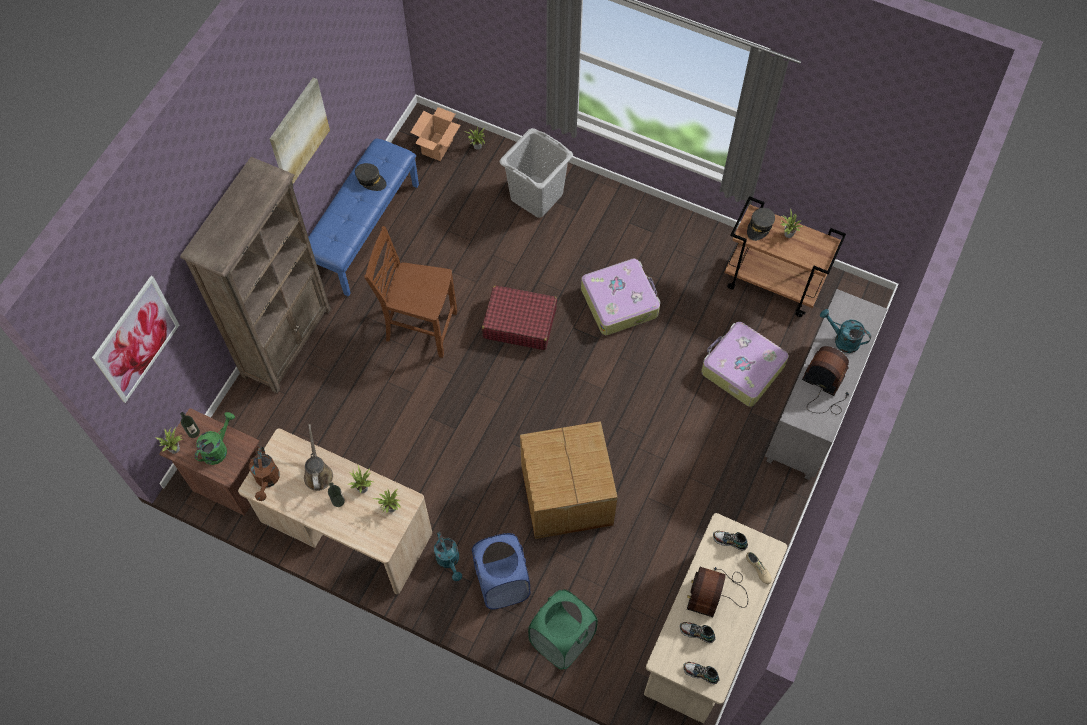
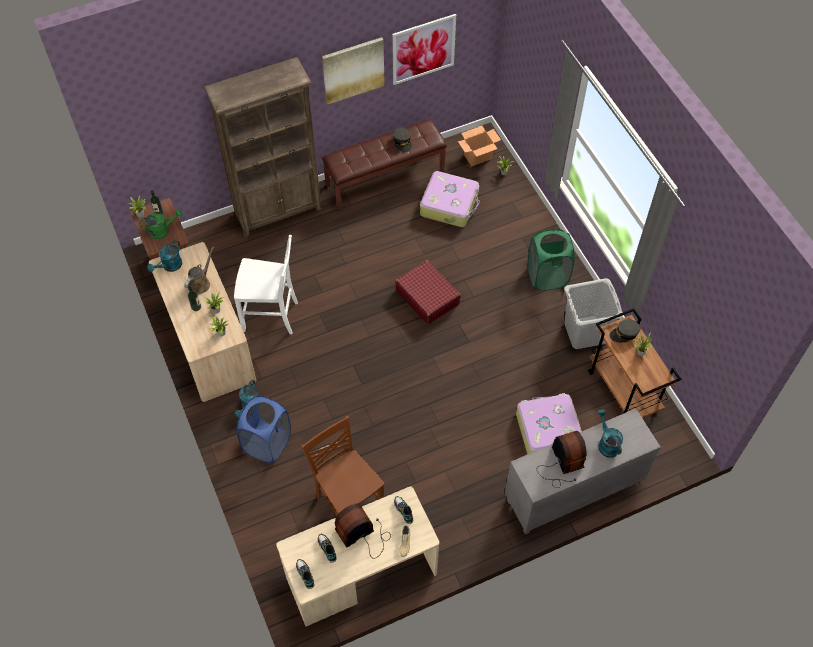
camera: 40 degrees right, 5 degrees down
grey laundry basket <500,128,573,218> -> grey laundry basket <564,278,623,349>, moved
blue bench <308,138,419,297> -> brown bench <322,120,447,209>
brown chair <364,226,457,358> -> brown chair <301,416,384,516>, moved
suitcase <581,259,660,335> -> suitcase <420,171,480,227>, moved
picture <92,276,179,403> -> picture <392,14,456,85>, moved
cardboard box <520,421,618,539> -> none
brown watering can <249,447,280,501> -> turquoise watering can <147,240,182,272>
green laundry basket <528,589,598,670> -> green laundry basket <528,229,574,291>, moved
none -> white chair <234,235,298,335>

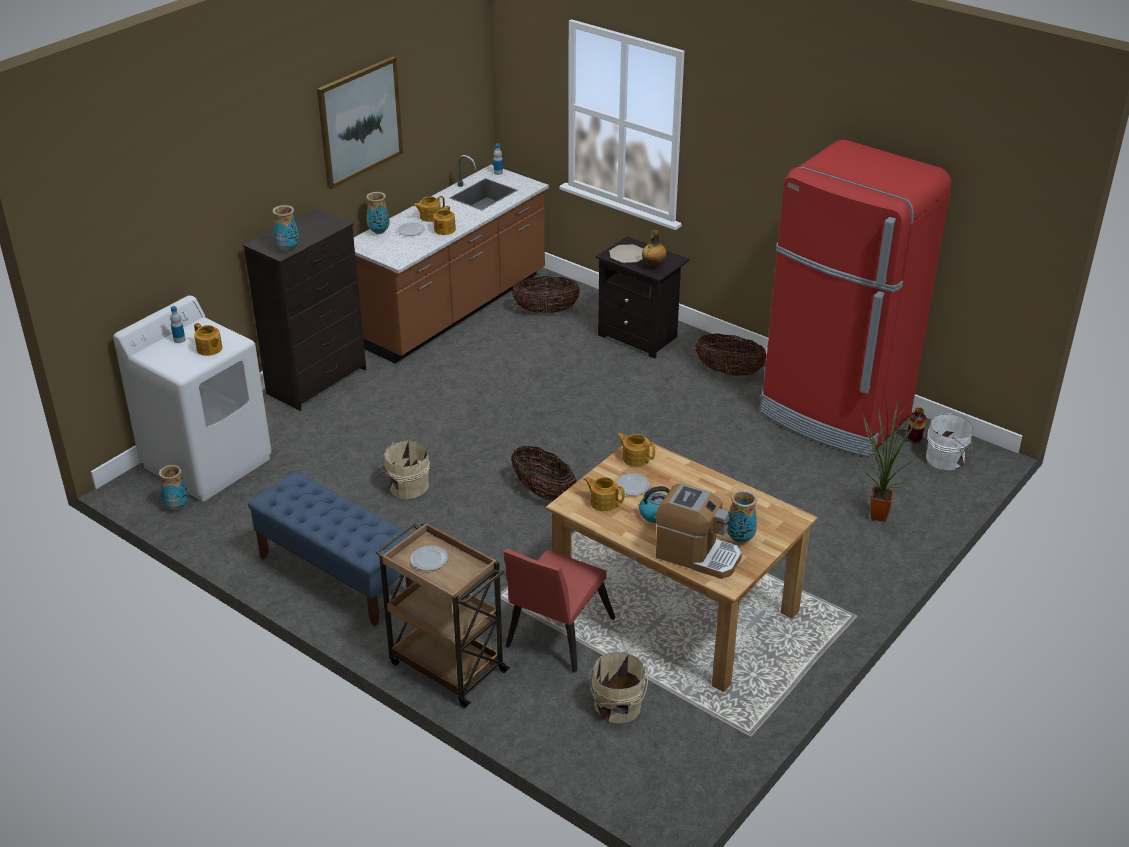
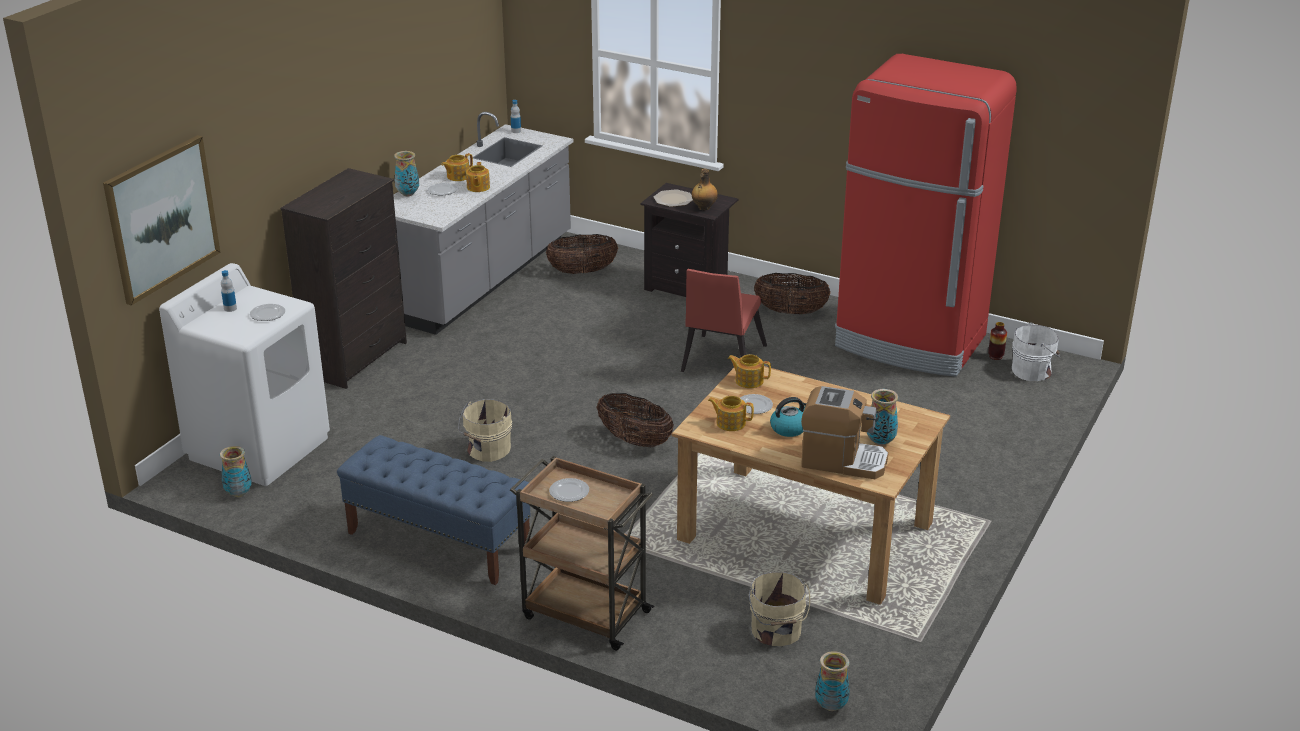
camera: 10 degrees left, 5 degrees down
picture <317,56,403,189> -> picture <103,135,221,305>, moved
brown counter <354,155,549,363> -> grey counter <393,112,573,335>
vase <272,205,299,252> -> vase <815,651,850,711>, moved
teapot <194,323,222,356> -> plate <250,304,285,321>
potted plant <853,396,926,522> -> none
red chair <504,549,616,672> -> red chair <681,269,767,372>, moved

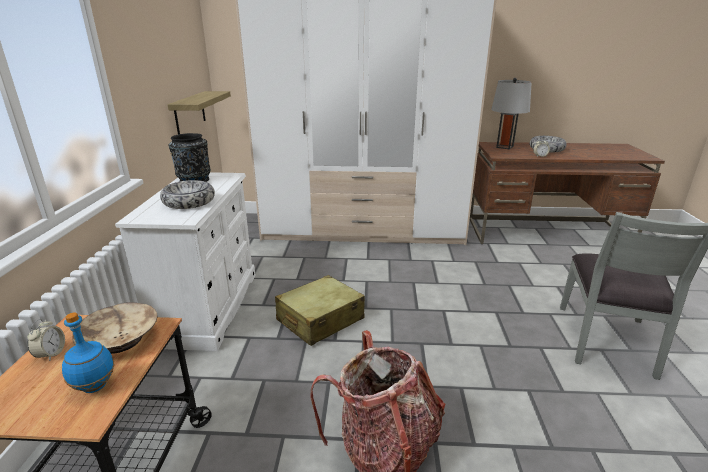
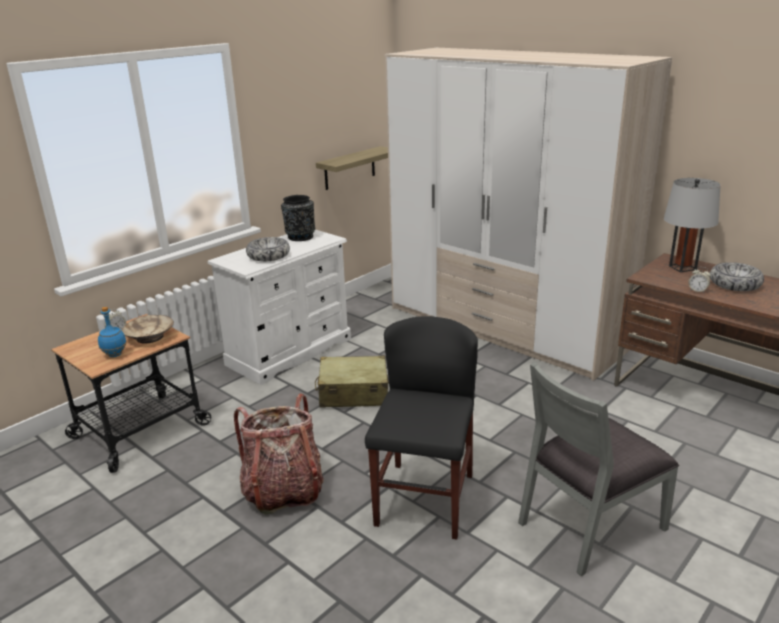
camera: 40 degrees right, 0 degrees up
none -> black chair <365,316,478,540>

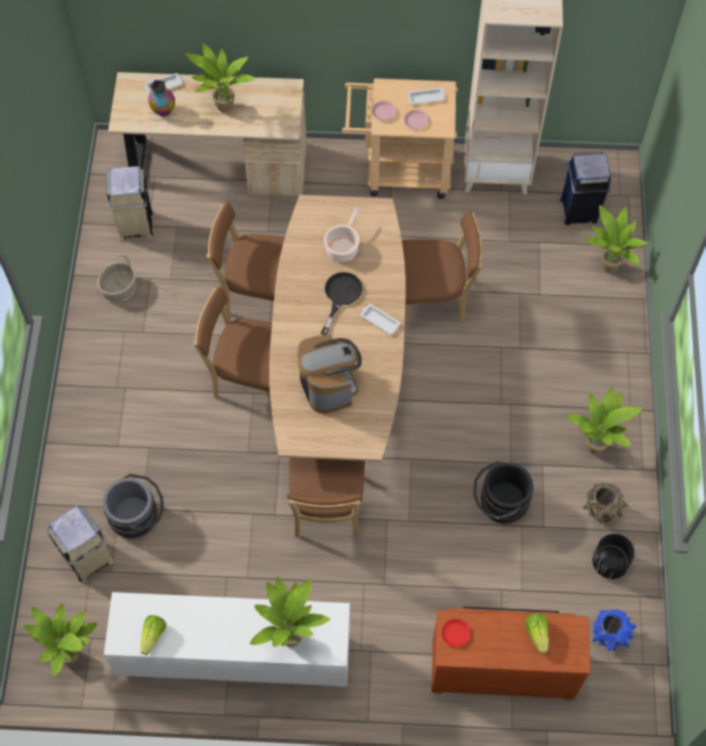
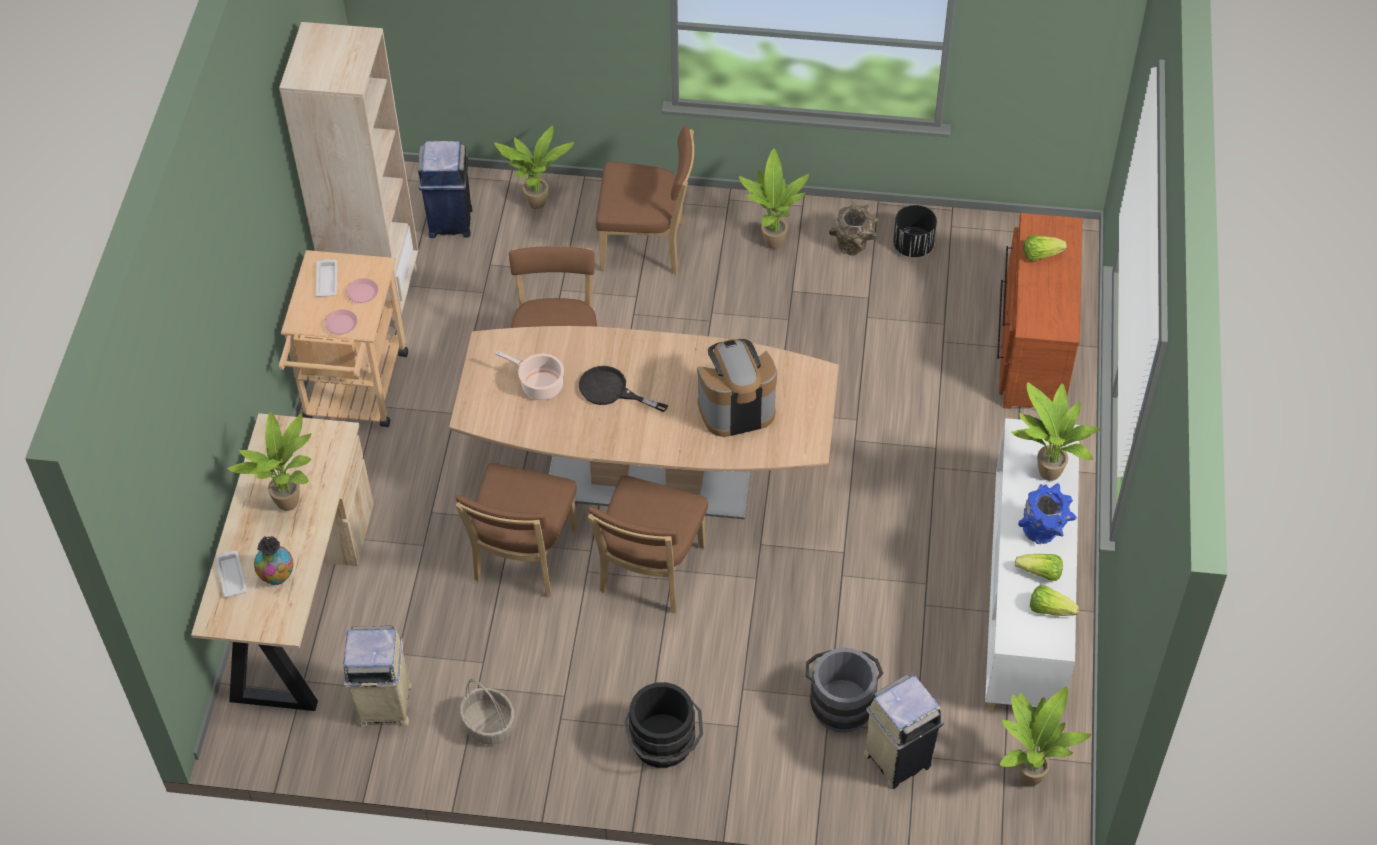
camera: 85 degrees left, 10 degrees down
white tray <360,304,401,335> -> none
brown chair <287,458,365,538> -> brown chair <596,125,694,274>, moved
black bucket <473,461,533,524> -> black bucket <624,682,703,768>, moved
blue vase <592,609,636,651> -> blue vase <1018,483,1077,544>, moved
red plate <441,619,471,647> -> none
none -> lettuce <1015,554,1063,581>

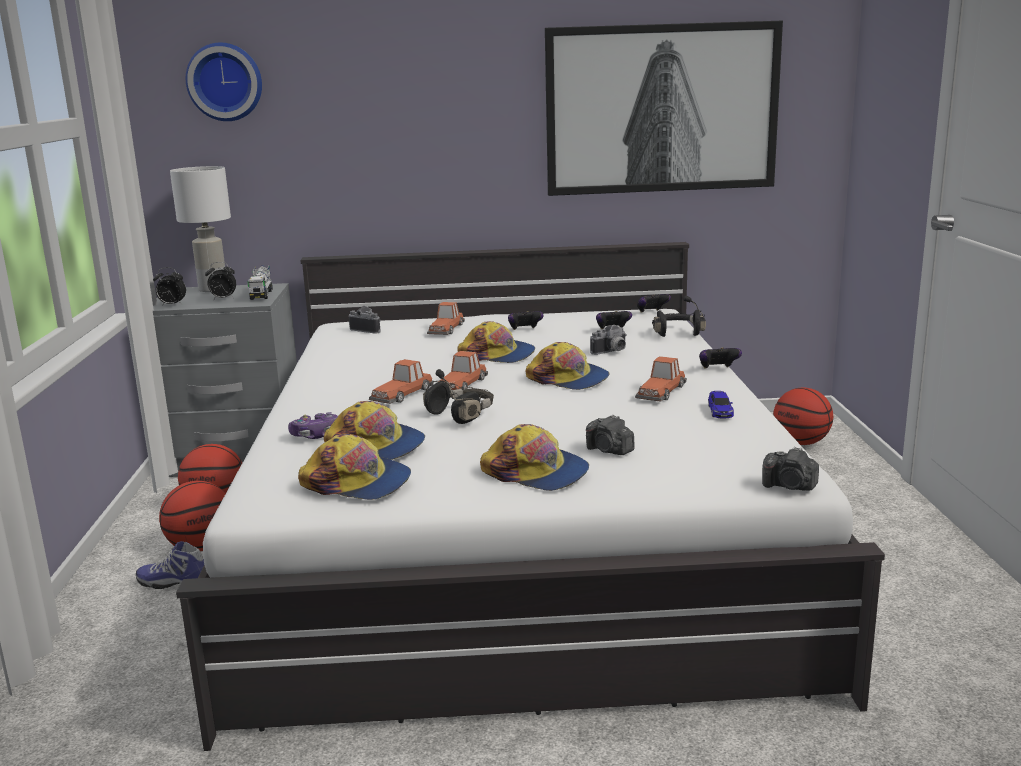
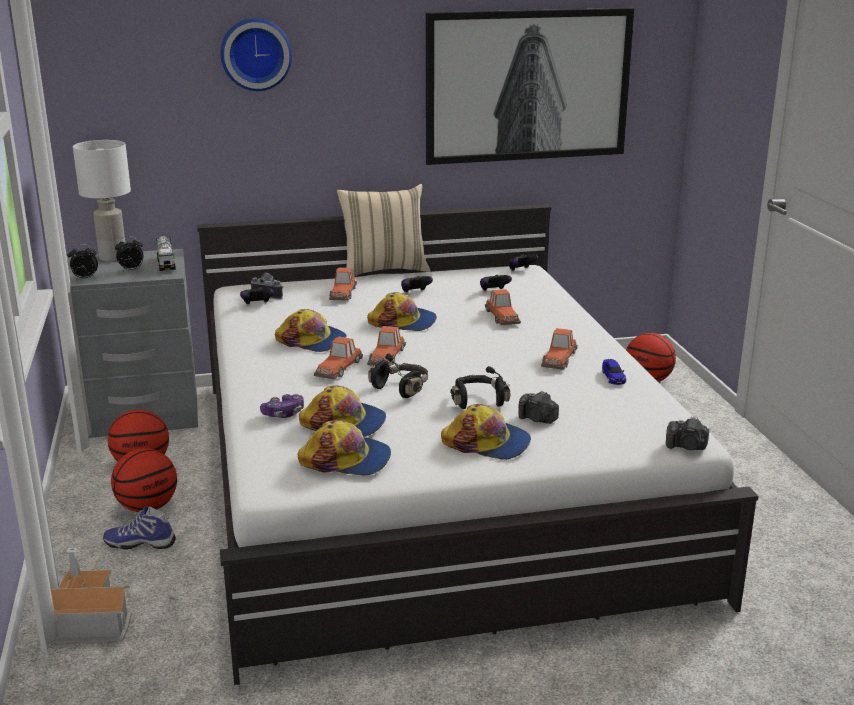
camera: 10 degrees left, 5 degrees up
wall clock <186,43,262,121> -> wall clock <221,18,292,91>, moved
black headphones <652,296,706,337> -> black headphones <450,366,510,409>, moved
photo camera <590,325,627,355> -> toy car <485,289,521,325>
cap <525,342,609,390> -> cap <275,309,347,352>, moved
game controller <699,347,742,369> -> game controller <240,287,274,304>, moved
none -> beige pillow <337,184,431,277>
none -> toy house <51,548,131,643>

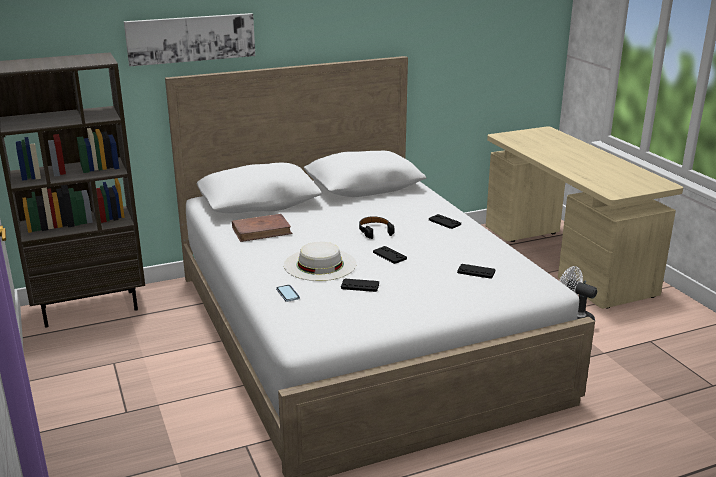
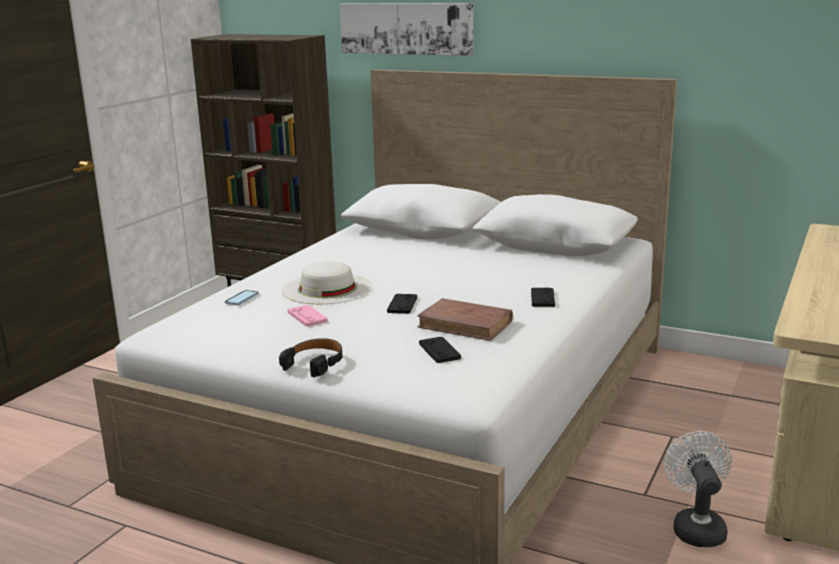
camera: 50 degrees right, 5 degrees down
brown book <232,214,293,242> -> brown book <417,298,513,341>, moved
black headphones <359,216,395,239> -> black headphones <279,338,343,377>, moved
black game controller <341,279,379,292> -> pink game controller <288,305,327,327>

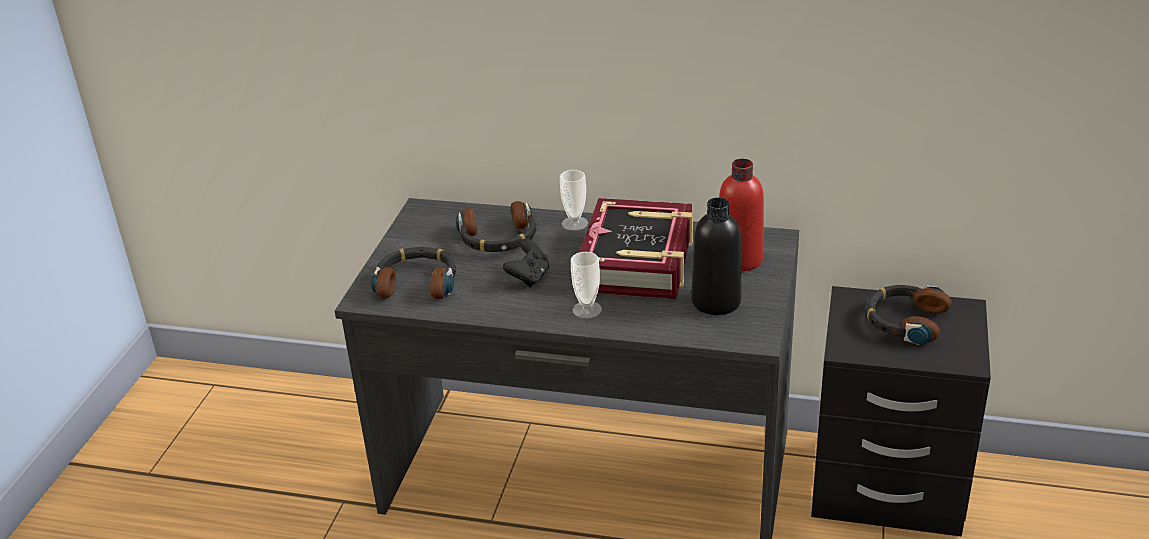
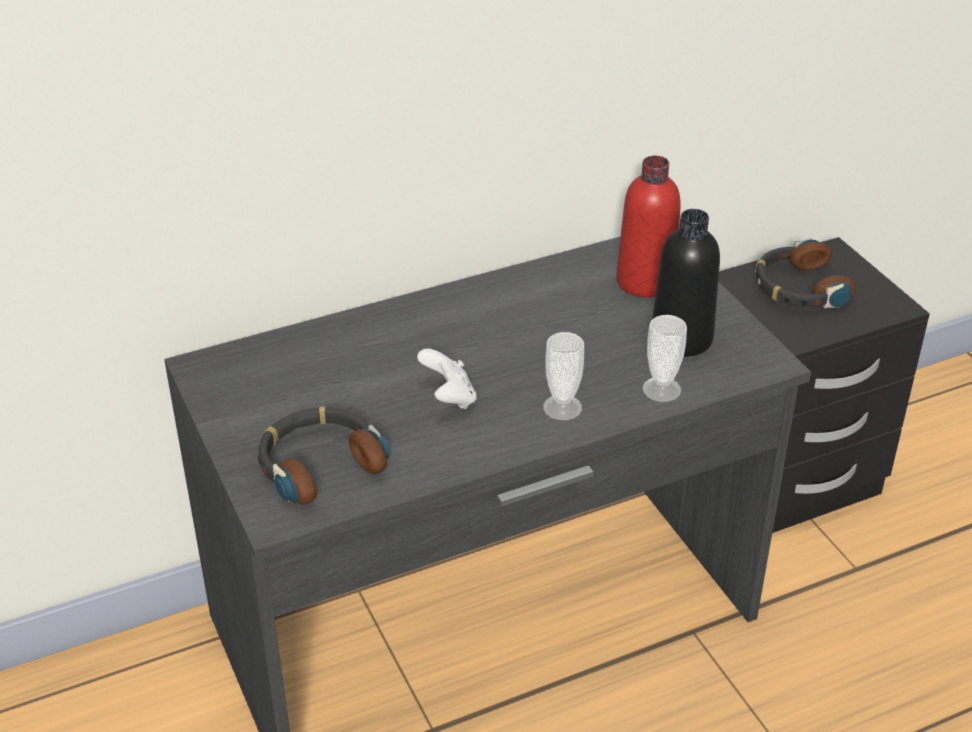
camera: 40 degrees left, 5 degrees up
cup <560,170,588,231> -> cup <642,315,687,402>, moved
book <580,198,693,299> -> none
headphones <456,201,536,252> -> none
black game controller <503,239,549,288> -> white game controller <417,348,477,409>

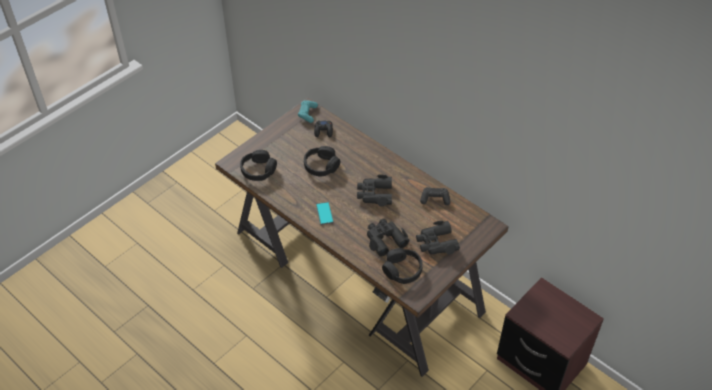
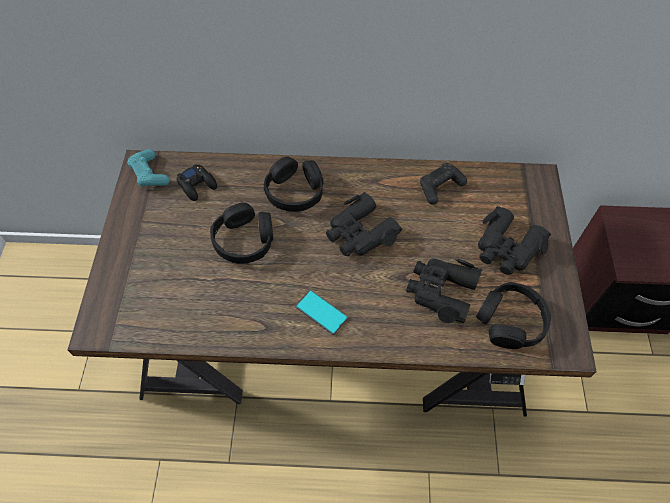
camera: 40 degrees left, 10 degrees up
black headphones <240,150,277,181> -> black headphones <264,156,323,212>, moved

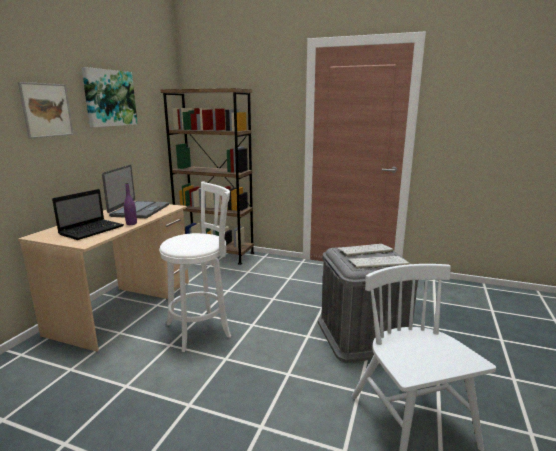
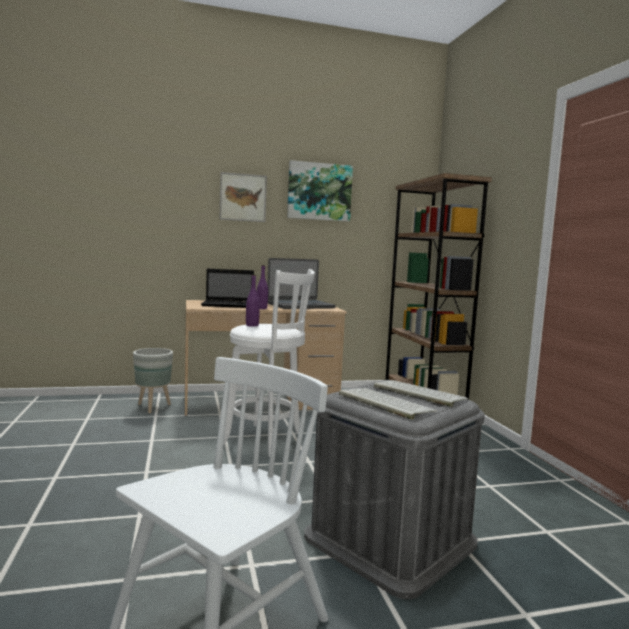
camera: 55 degrees right, 10 degrees down
none -> purple bottle <246,274,260,327>
none -> grey planter <133,348,173,413>

